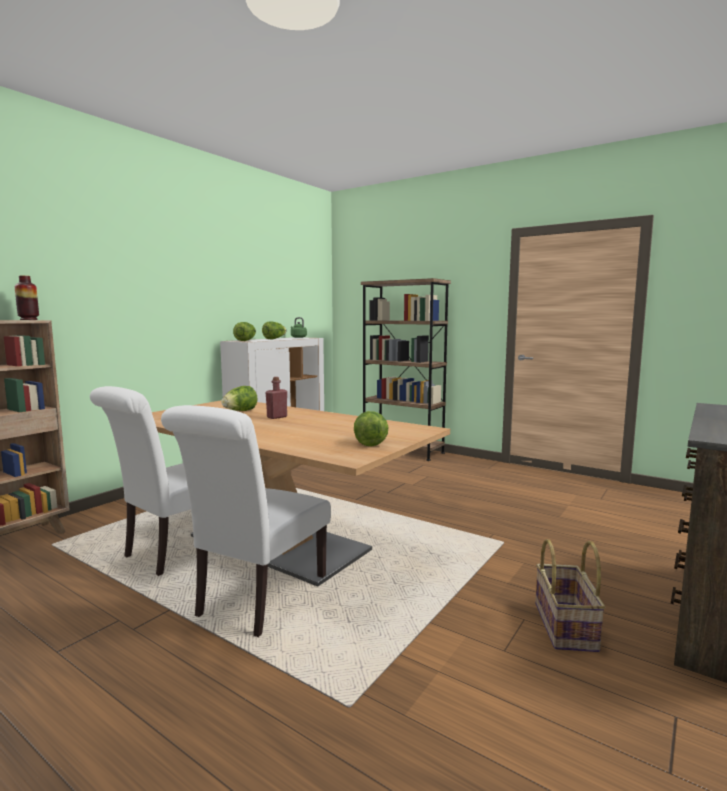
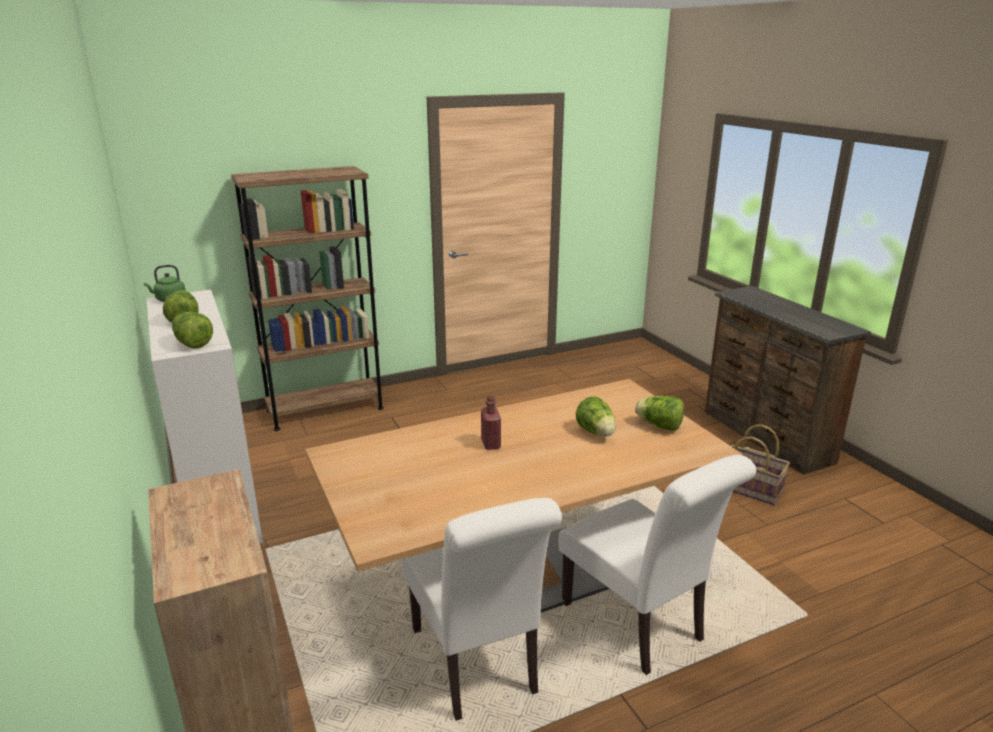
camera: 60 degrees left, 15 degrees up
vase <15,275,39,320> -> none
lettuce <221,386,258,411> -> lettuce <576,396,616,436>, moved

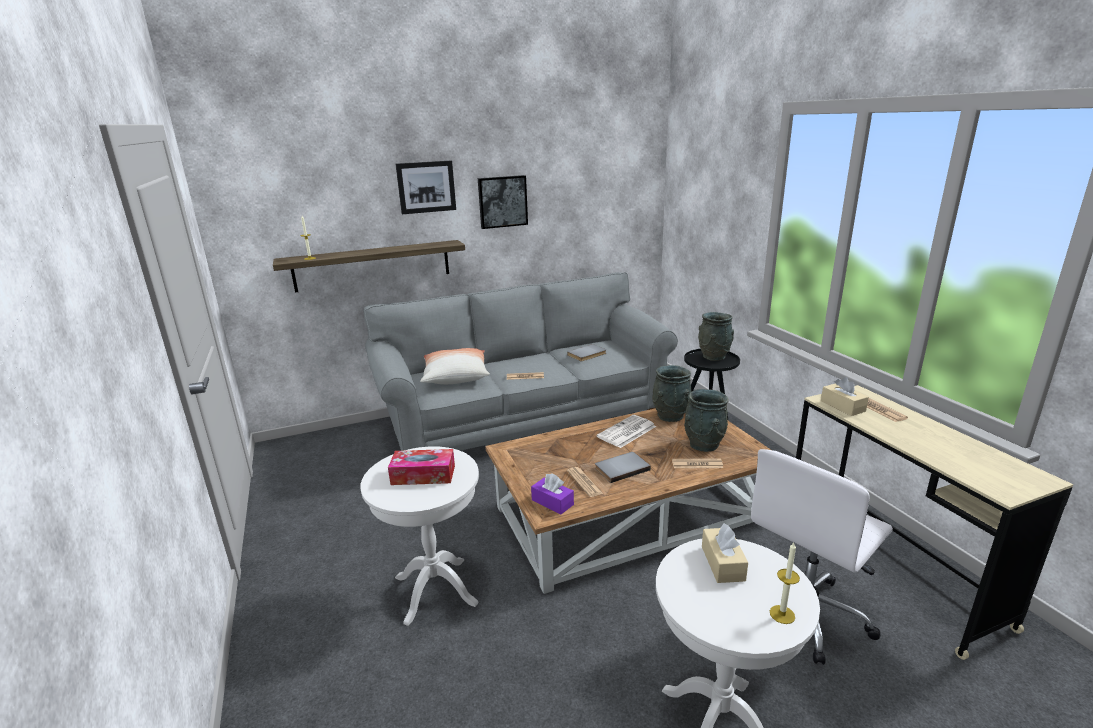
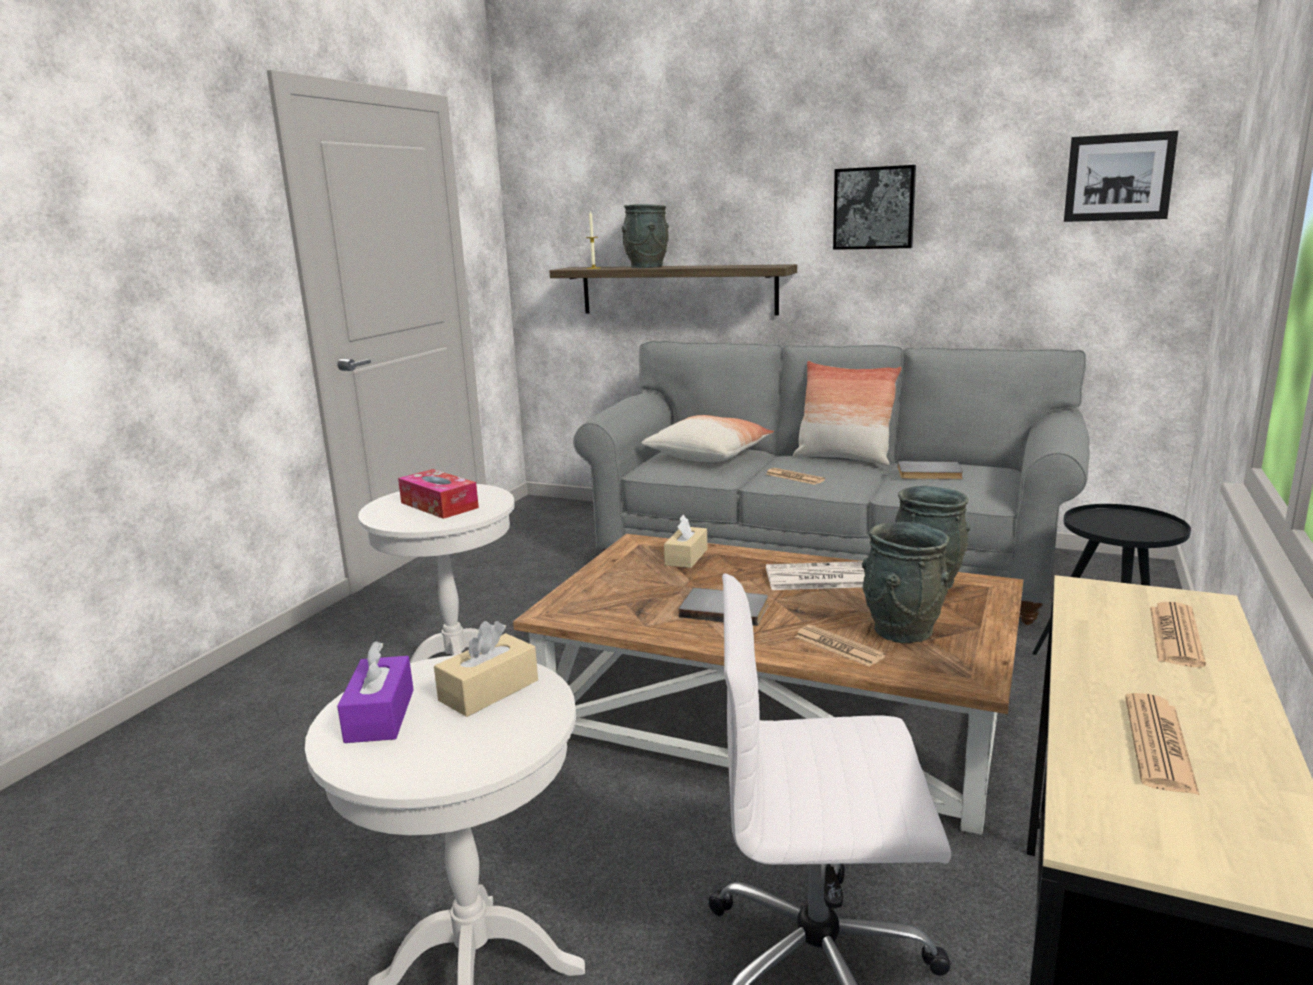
camera: 45 degrees right, 5 degrees down
picture <395,161,456,214> -> picture <1064,131,1178,222>, moved
grey vase <698,312,734,361> -> grey vase <622,204,669,268>, moved
beige tissue box <821,377,869,416> -> beige tissue box <664,514,708,568>, moved
newspaper <567,467,603,497> -> newspaper <1125,693,1200,795>, moved
purple tissue box <531,474,574,514> -> purple tissue box <337,641,414,743>, moved
candle <770,542,800,624> -> none
none -> pillow <793,361,902,465>

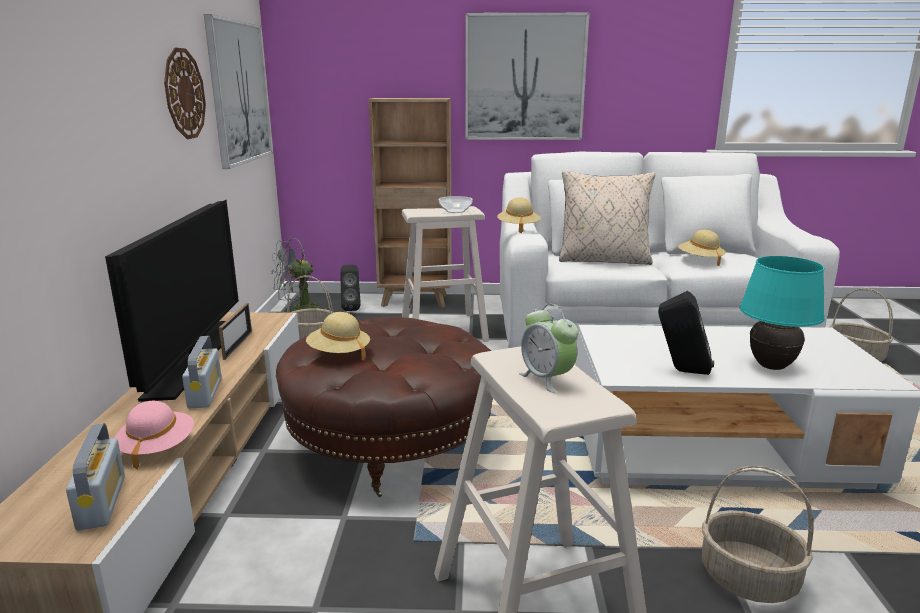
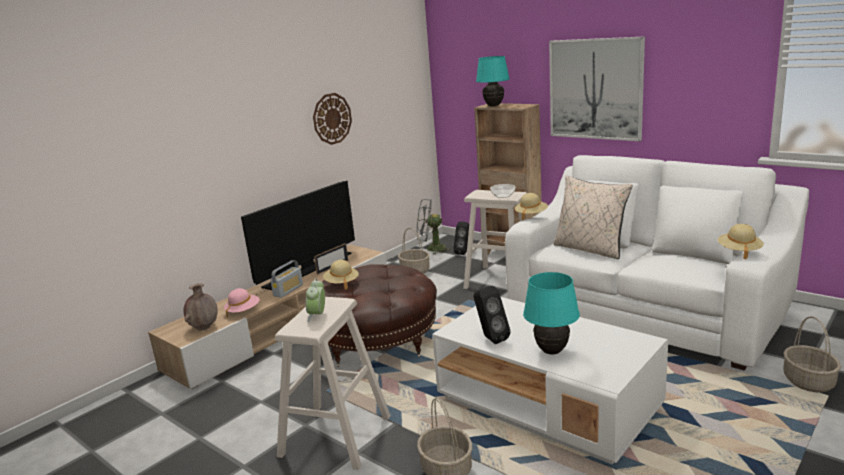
camera: 40 degrees right, 0 degrees up
picture <204,14,273,169> -> none
beige hat <678,230,726,266> -> beige hat <718,224,764,259>, moved
radio <66,423,125,531> -> brown vase <184,283,218,330>
none -> turquoise table lamp <476,56,510,106>

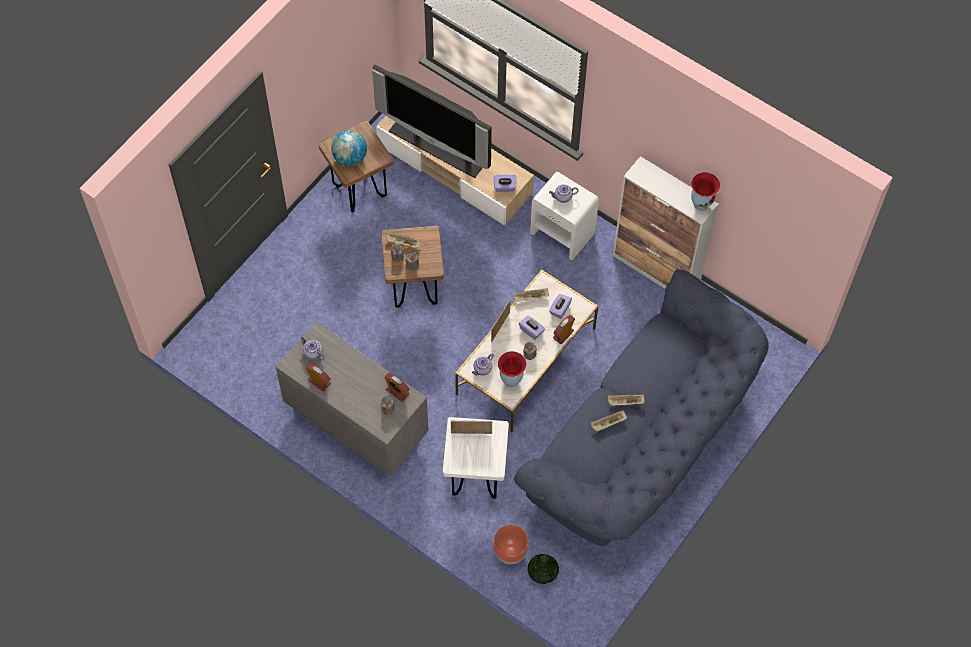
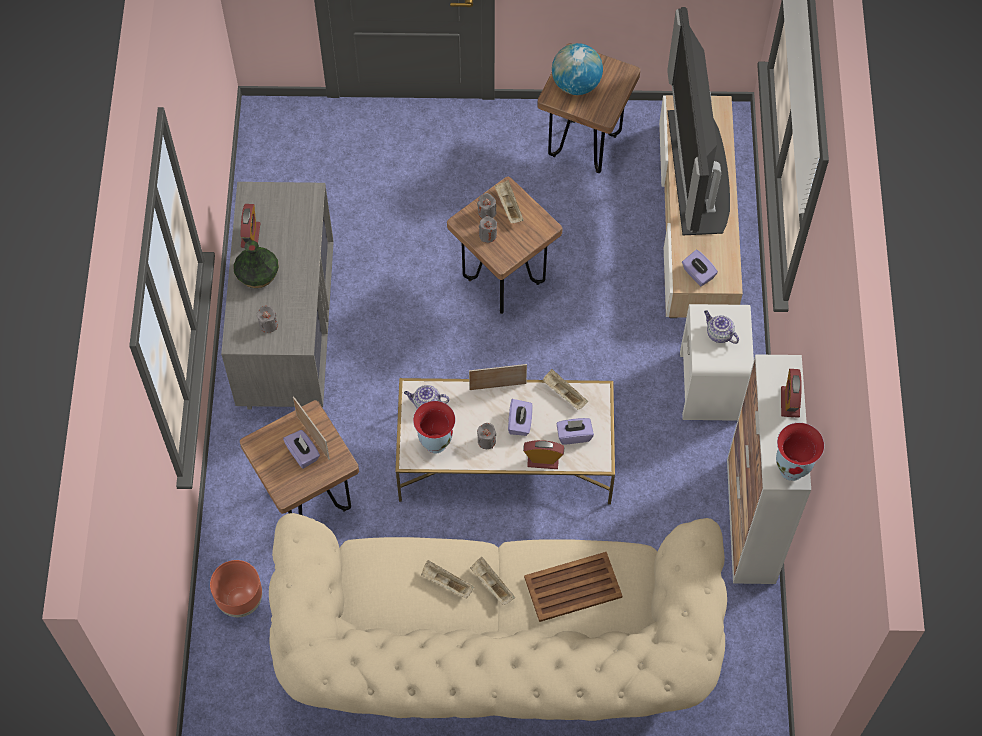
camera: 55 degrees right, 0 degrees up
blue sofa <514,269,769,546> -> beige sofa <269,513,727,721>
teapot <301,337,325,360> -> none
alarm clock <384,373,410,402> -> alarm clock <781,369,802,418>, moved
white stool <443,417,509,499> -> brown stool <240,400,359,515>
vase <527,554,559,584> -> vase <233,240,279,288>, moved
none -> purple tissue box <283,430,320,469>
none -> brown tray <524,552,622,622>

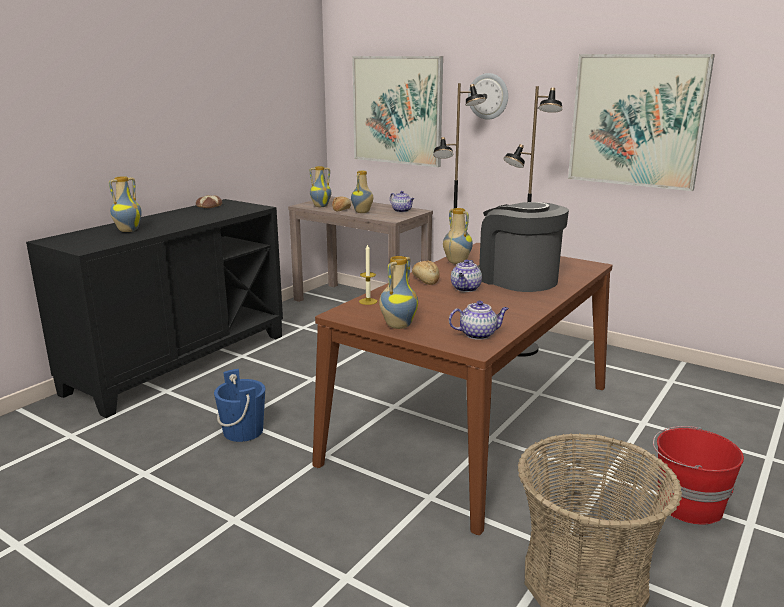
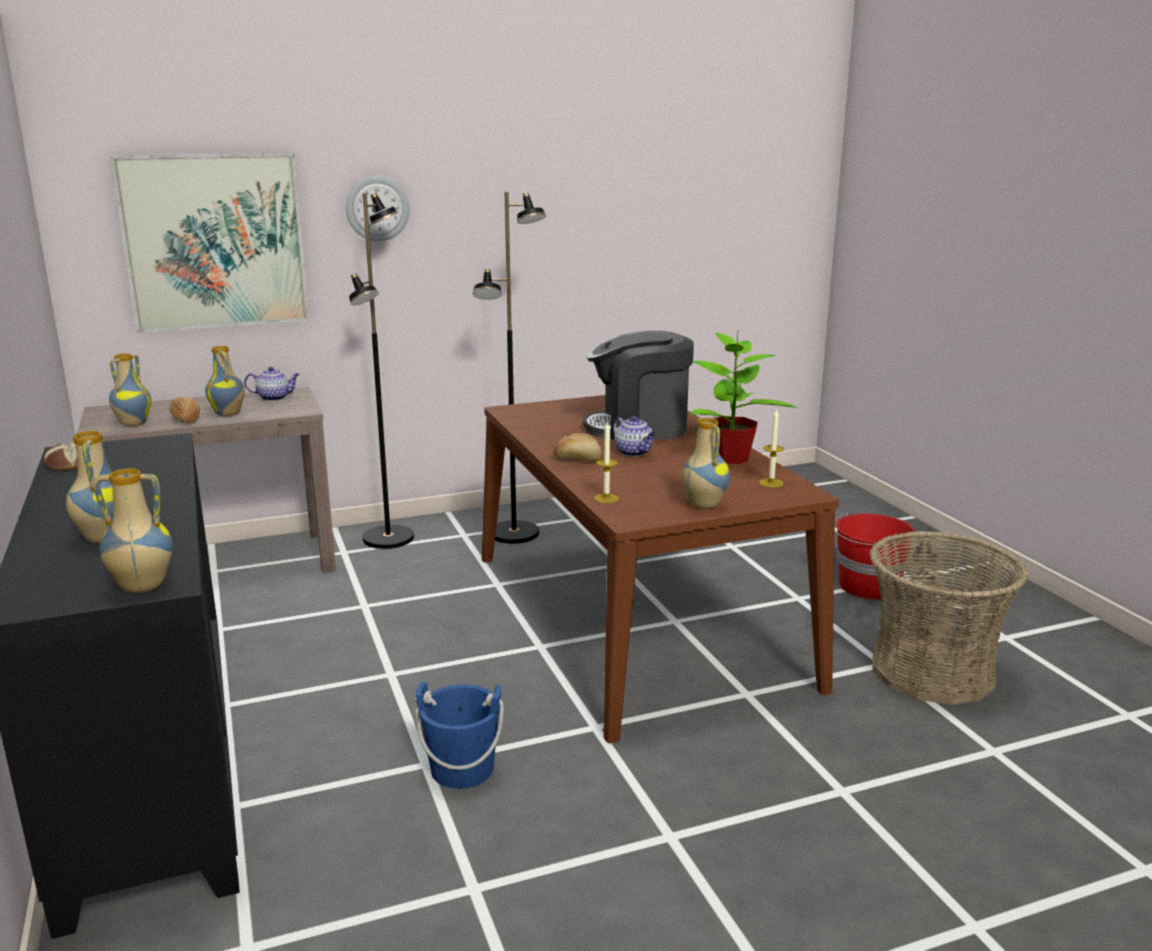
camera: 55 degrees left, 0 degrees up
picture <568,54,715,191> -> none
vase <443,208,473,264> -> vase <93,468,173,593>, moved
teapot <449,300,509,340> -> candle <759,408,784,488>
none -> potted plant <690,330,797,464>

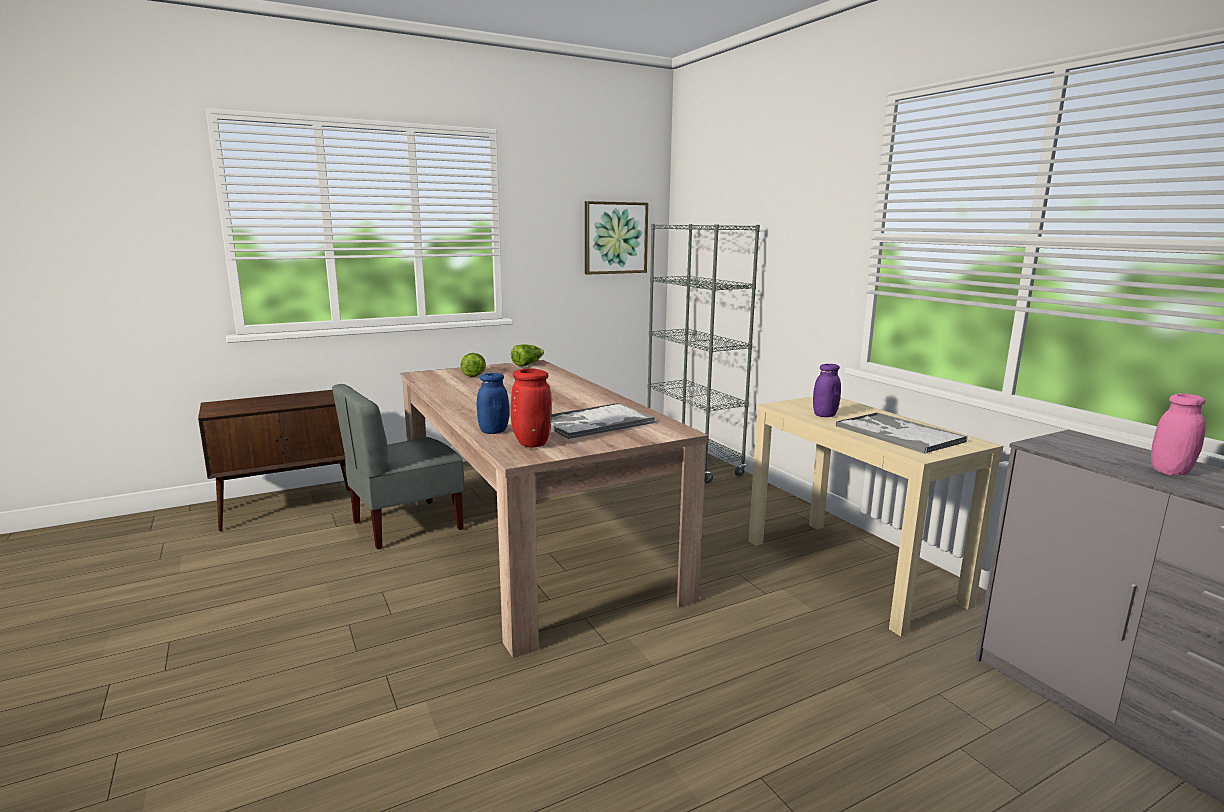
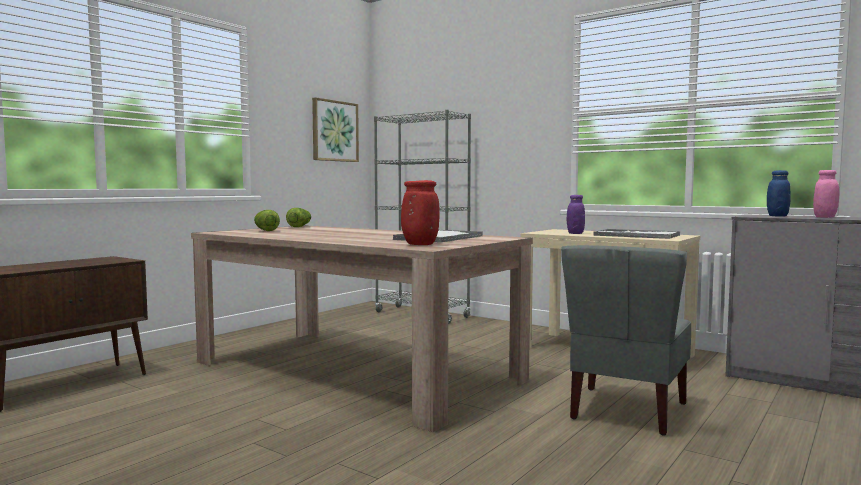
camera: 25 degrees left, 10 degrees down
blue jar <477,373,509,434> -> blue jar <767,170,791,217>, moved
grey chair <332,384,464,549> -> grey chair <561,245,691,436>, moved

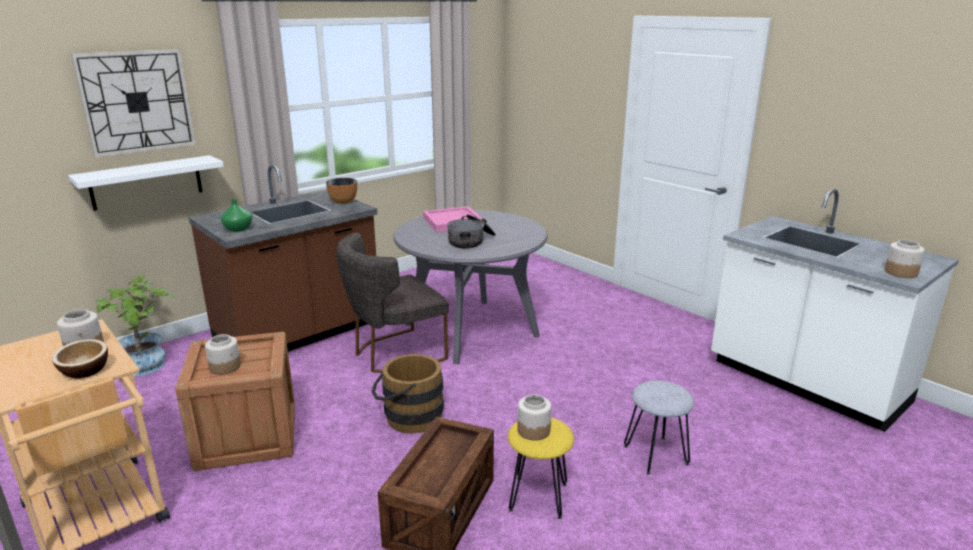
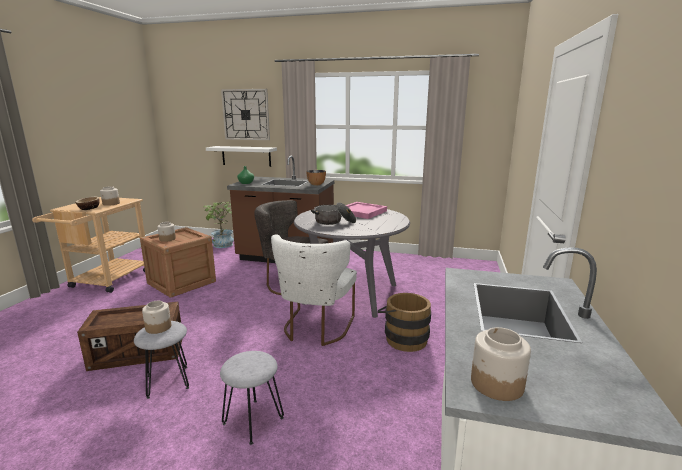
camera: 55 degrees right, 5 degrees down
brown bucket <371,354,444,434> -> brown bucket <378,293,431,352>, moved
yellow stool <508,417,574,519> -> grey stool <134,321,189,399>
none -> white chair <271,235,357,346>

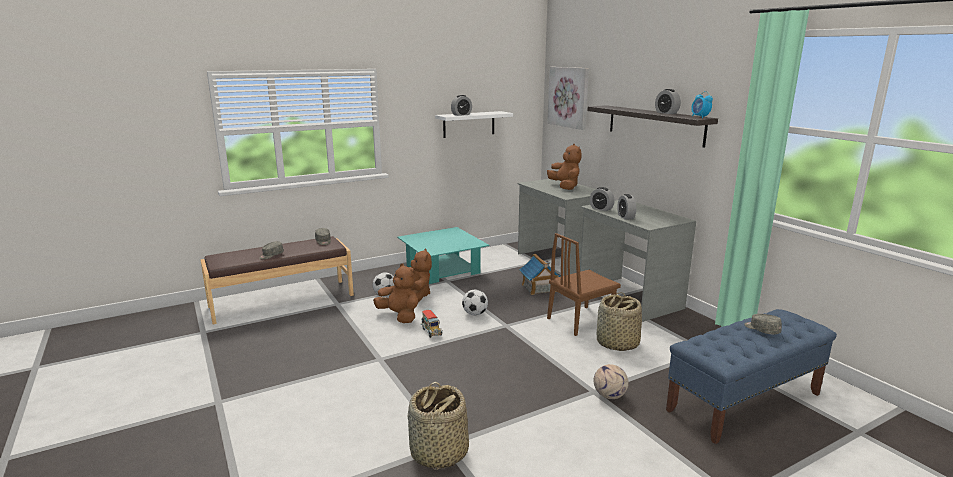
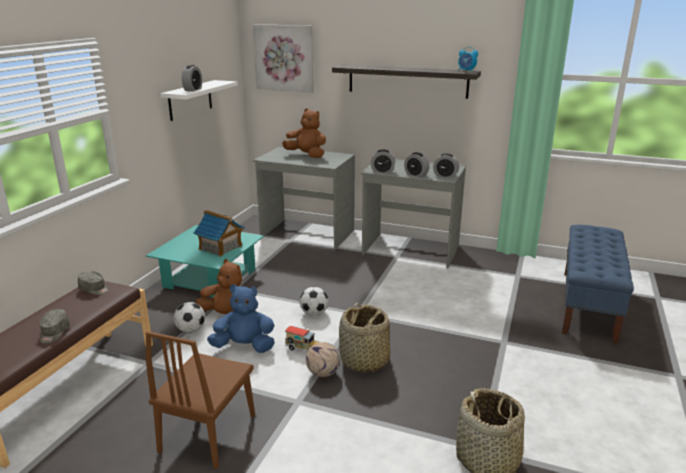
camera: 40 degrees left, 5 degrees up
alarm clock <655,89,681,114> -> alarm clock <433,153,459,178>, moved
brown chair <547,233,621,336> -> brown chair <146,331,255,470>, moved
toy house <519,254,561,295> -> toy house <194,210,245,257>, moved
brown plush toy <373,263,418,323> -> blue plush toy <207,284,275,353>
basket <597,292,642,351> -> basket <339,303,390,372>, moved
grey cap <744,314,782,334> -> none
football <593,364,629,399> -> football <306,342,340,377>, moved

